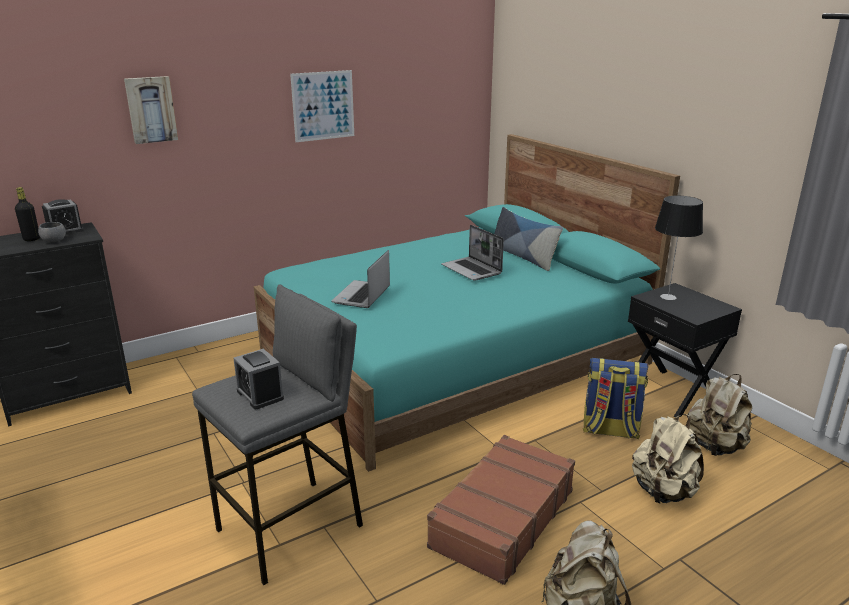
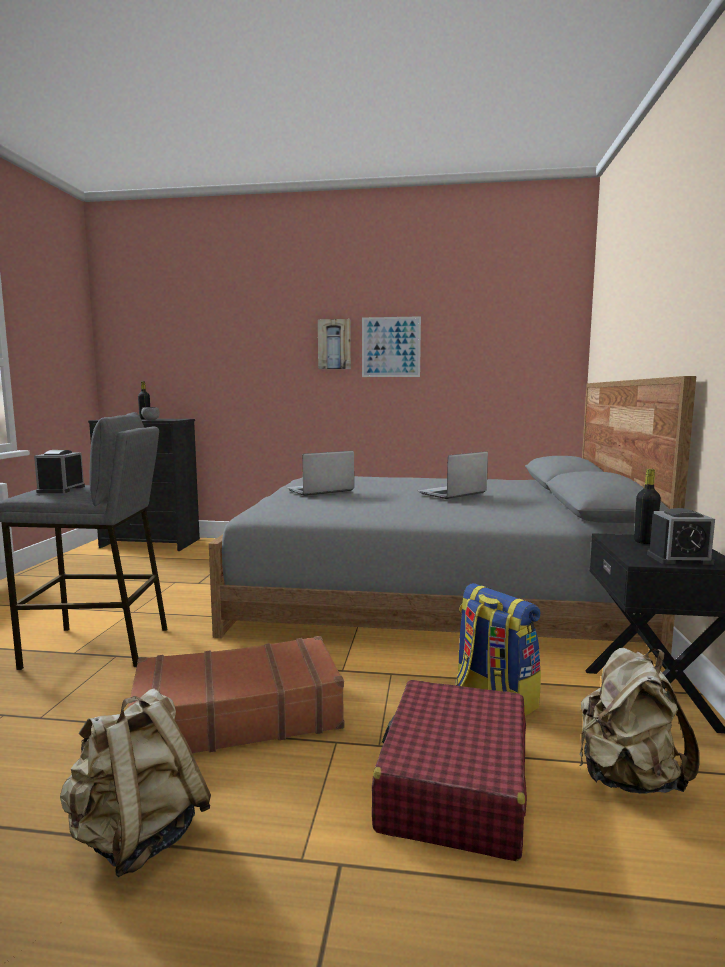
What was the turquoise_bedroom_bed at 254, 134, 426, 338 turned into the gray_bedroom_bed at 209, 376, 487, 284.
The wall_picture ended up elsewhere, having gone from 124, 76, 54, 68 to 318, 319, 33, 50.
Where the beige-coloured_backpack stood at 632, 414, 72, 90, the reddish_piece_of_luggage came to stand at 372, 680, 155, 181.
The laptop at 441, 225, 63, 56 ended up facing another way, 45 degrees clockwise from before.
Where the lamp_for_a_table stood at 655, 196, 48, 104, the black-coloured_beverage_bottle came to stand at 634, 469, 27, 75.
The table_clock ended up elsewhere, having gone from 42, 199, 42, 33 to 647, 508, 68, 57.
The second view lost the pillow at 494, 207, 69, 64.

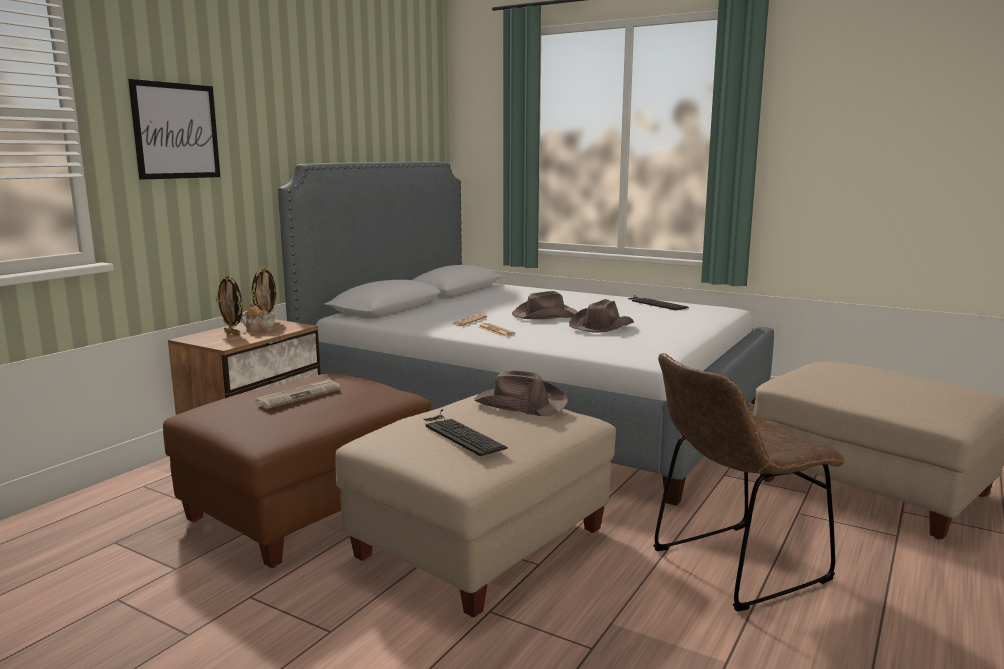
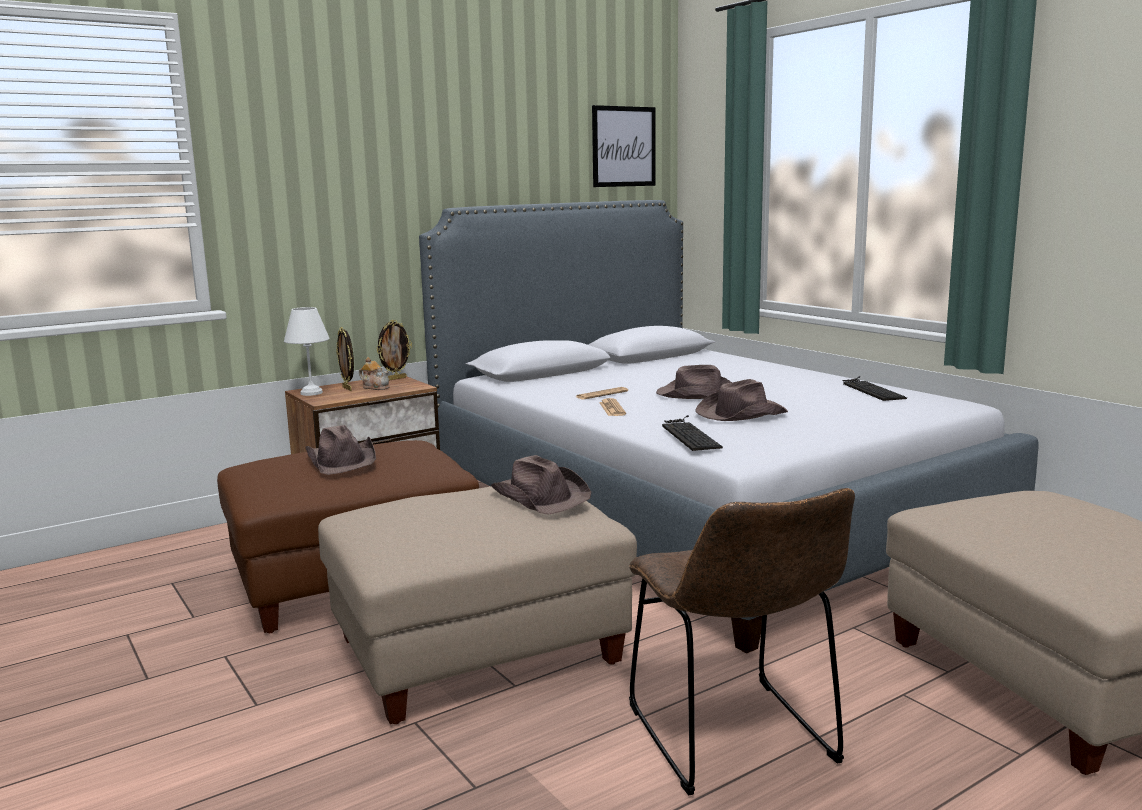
The second view gained the white-coloured_lamp_for_a_table at 284, 307, 46, 89.
Where the daily_paper stood at 255, 377, 86, 32, the brownish_wearable_hat came to stand at 305, 425, 71, 50.
The wall_picture ended up elsewhere, having gone from 128, 79, 92, 101 to 592, 105, 63, 82.
The brownish_chair at 653, 353, 192, 258 ended up facing another way, 105 degrees counterclockwise from before.
The computer_keyboard ended up elsewhere, having gone from 423, 409, 85, 47 to 662, 415, 61, 36.

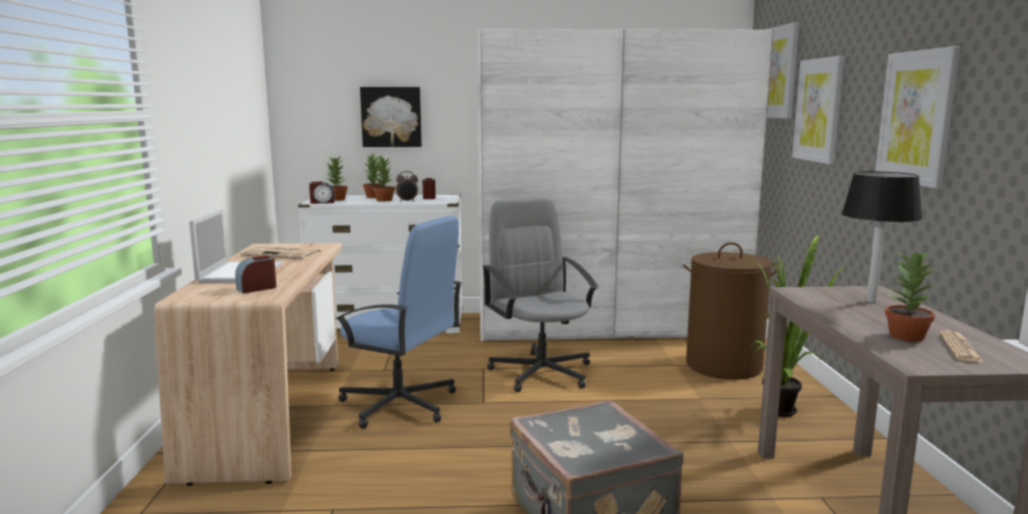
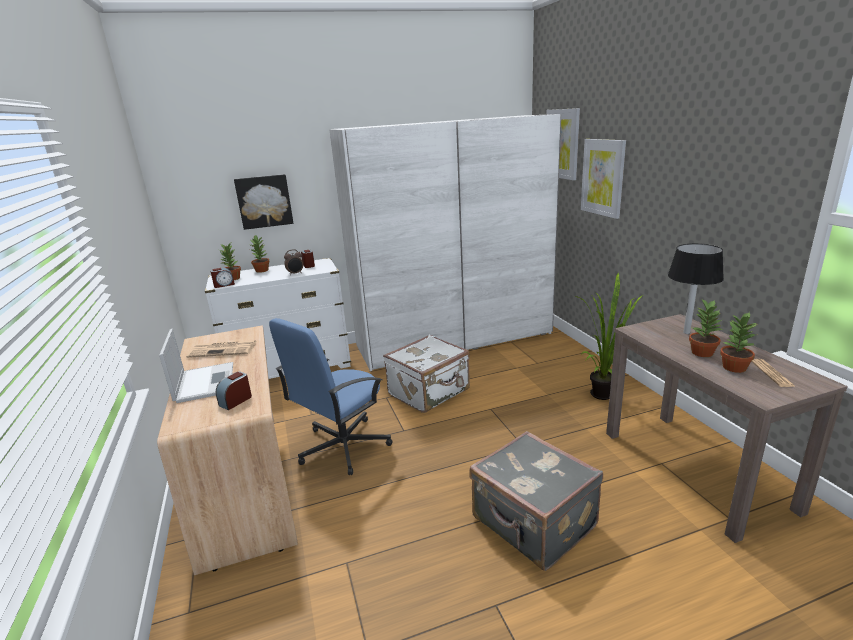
The blue_computer_chair at 336, 216, 126, 213 ended up facing another way, 120 degrees clockwise from before.
Where the gray_computer_chair stood at 482, 197, 117, 195, the white-coloured_piece_of_luggage came to stand at 383, 335, 87, 78.
The plant_in_a_pot ended up elsewhere, having gone from 373, 156, 22, 45 to 689, 300, 34, 57.
The second view lost the brownish_hamper at 683, 242, 96, 138.
The second view lost the wall_picture at 876, 46, 85, 142.

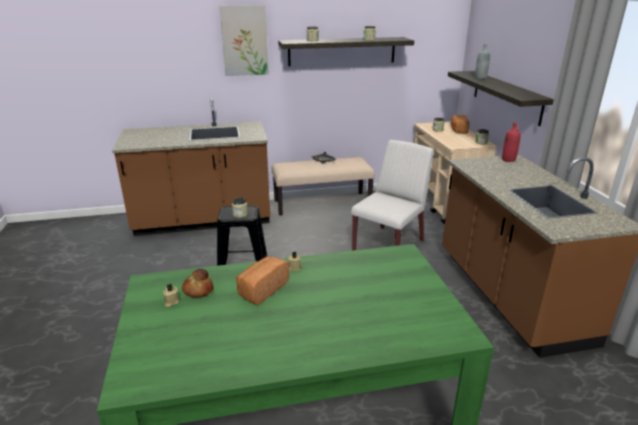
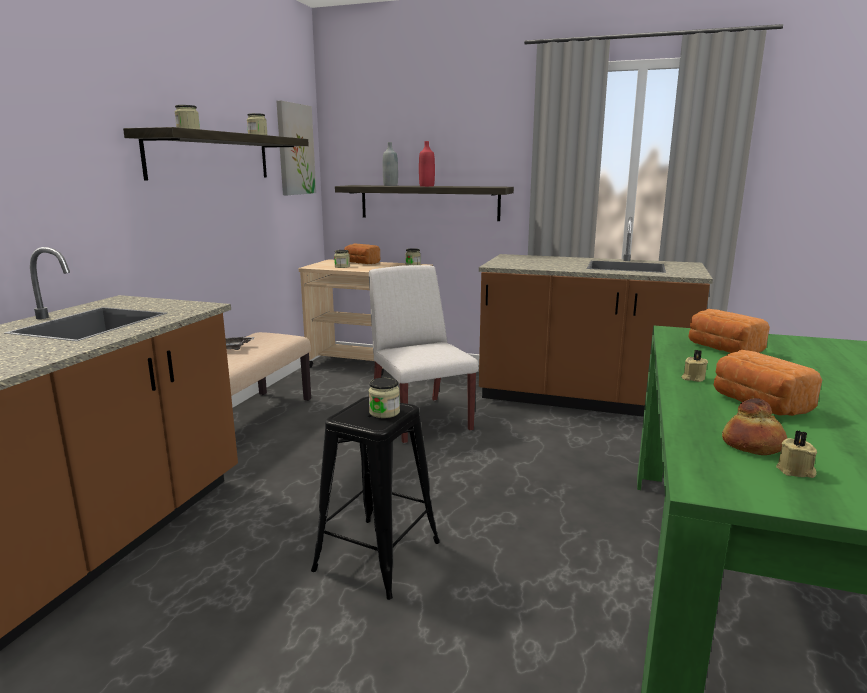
The wall_picture ended up elsewhere, having gone from 220, 5, 49, 71 to 276, 101, 40, 94.
The reddish_beverage_bottle ended up elsewhere, having gone from 502, 122, 19, 40 to 419, 141, 16, 46.
The second view gained the bread at 689, 309, 81, 44.

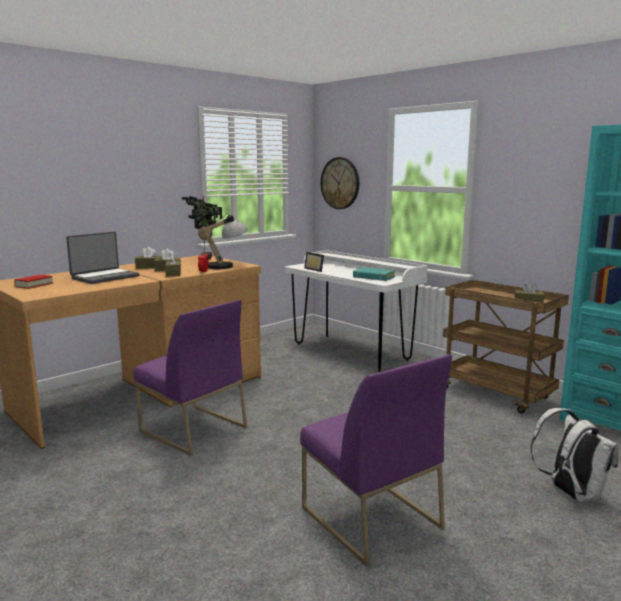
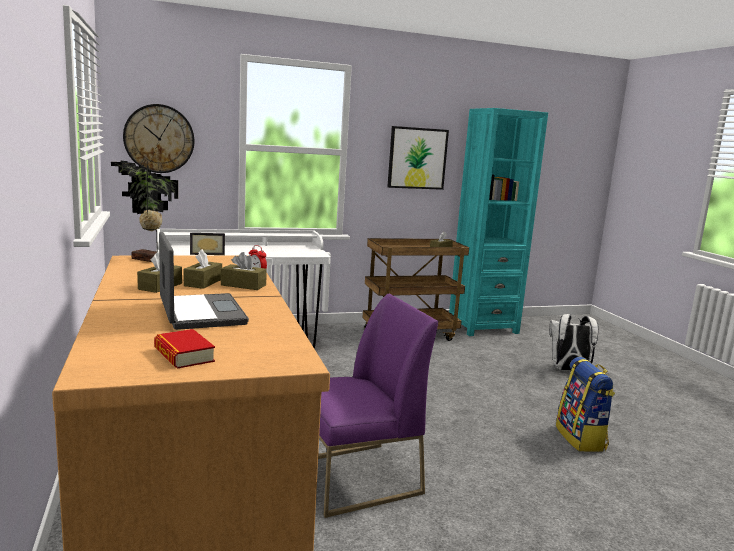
The second view gained the wall_picture at 387, 126, 62, 64.
Where the purple-coloured_chair stood at 300, 354, 152, 213, the backpack came to stand at 556, 357, 59, 95.
The second view lost the lamp_for_a_table at 201, 213, 47, 56.
The second view lost the turquoise_book at 353, 267, 42, 14.

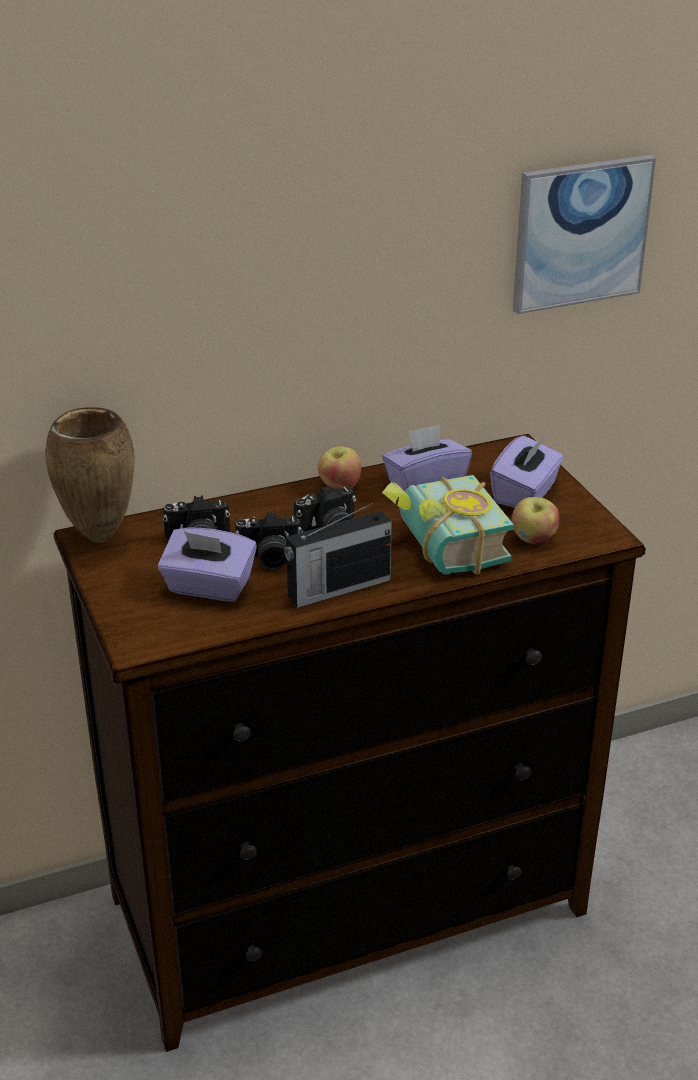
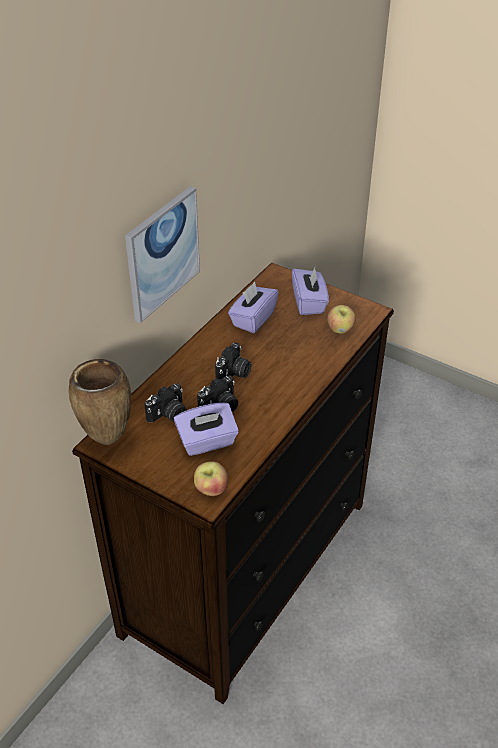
The wall_picture ended up elsewhere, having gone from 513, 155, 143, 159 to 125, 186, 75, 137.
The apple_fruit ended up elsewhere, having gone from 317, 446, 44, 44 to 194, 461, 34, 35.
The second view lost the radio_set at 284, 502, 108, 106.
The second view lost the book at 382, 475, 132, 100.

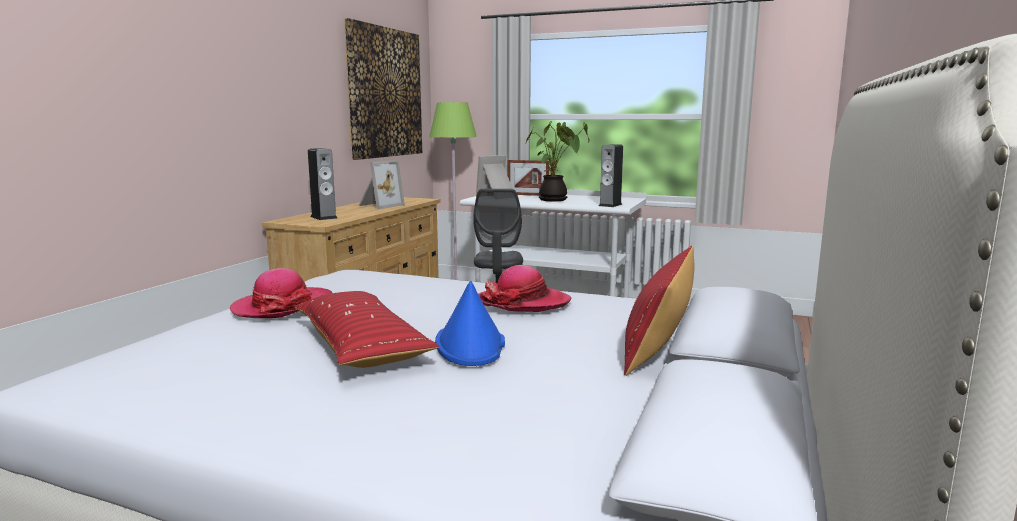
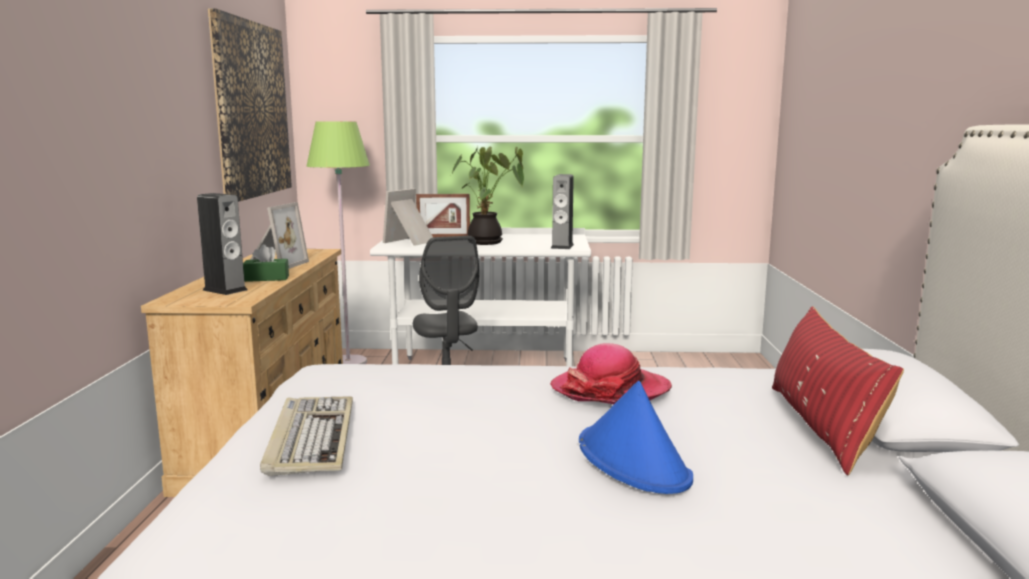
The second view gained the green_box_of_tissues at 243, 244, 46, 38.
Where the wearable_hat stood at 230, 268, 103, 50, the computer_keyboard came to stand at 260, 397, 93, 79.
The second view lost the reddish_pillow at 295, 291, 144, 77.

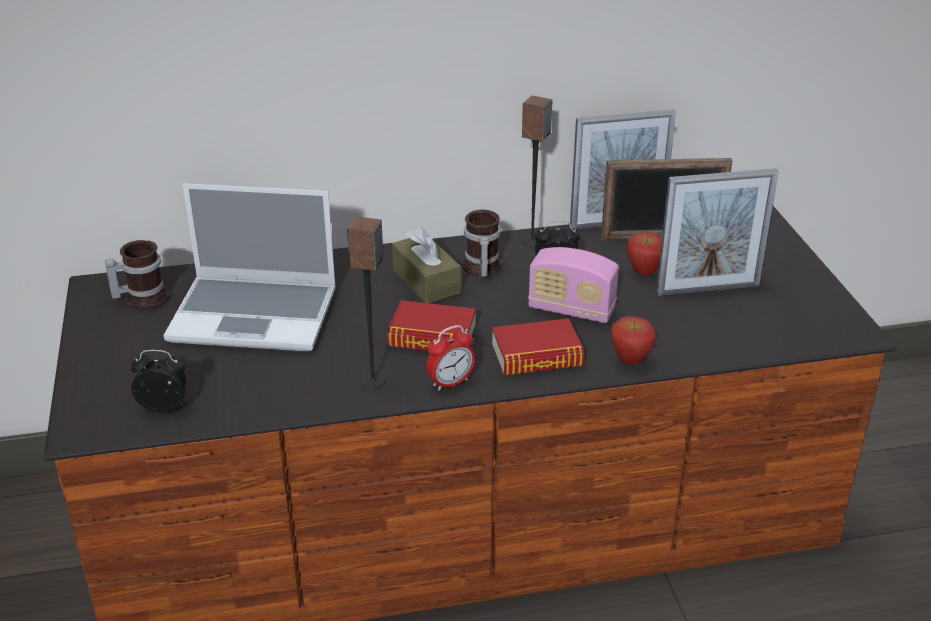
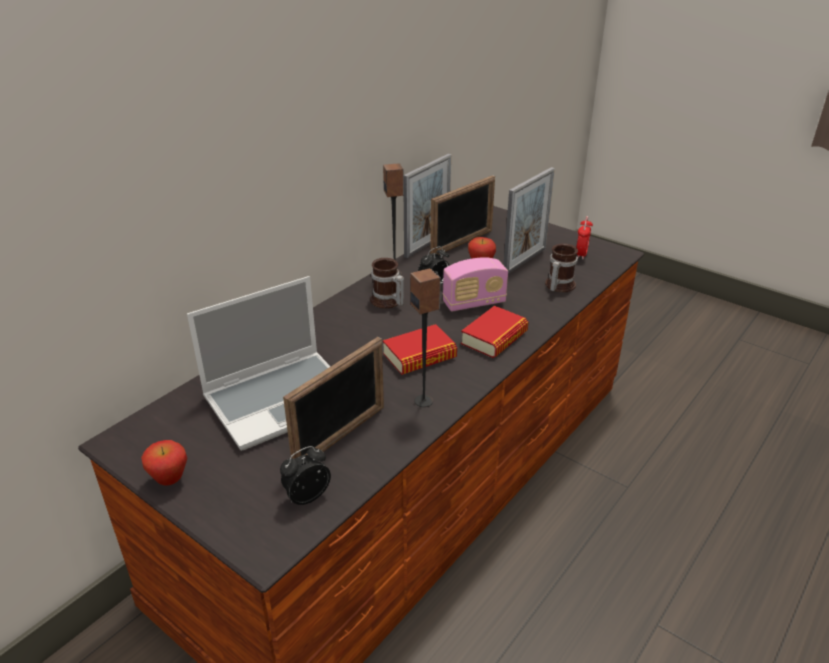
The apple_fruit ended up elsewhere, having gone from 610, 316, 46, 49 to 141, 440, 46, 46.
The second view gained the standing_frame at 283, 337, 101, 122.
The coffee_mug ended up elsewhere, having gone from 105, 240, 64, 69 to 545, 243, 33, 50.
The table_clock ended up elsewhere, having gone from 426, 325, 50, 66 to 576, 216, 17, 44.
The second view lost the brownish_box_of_tissues at 392, 227, 69, 76.

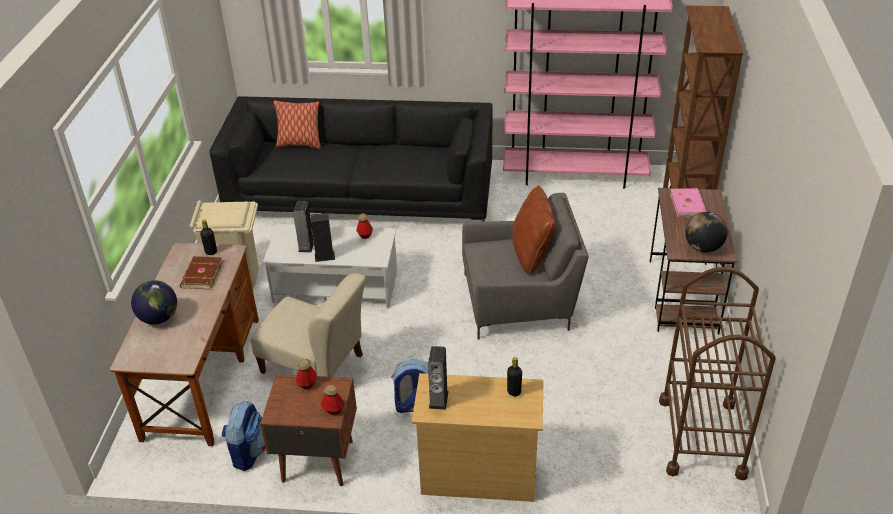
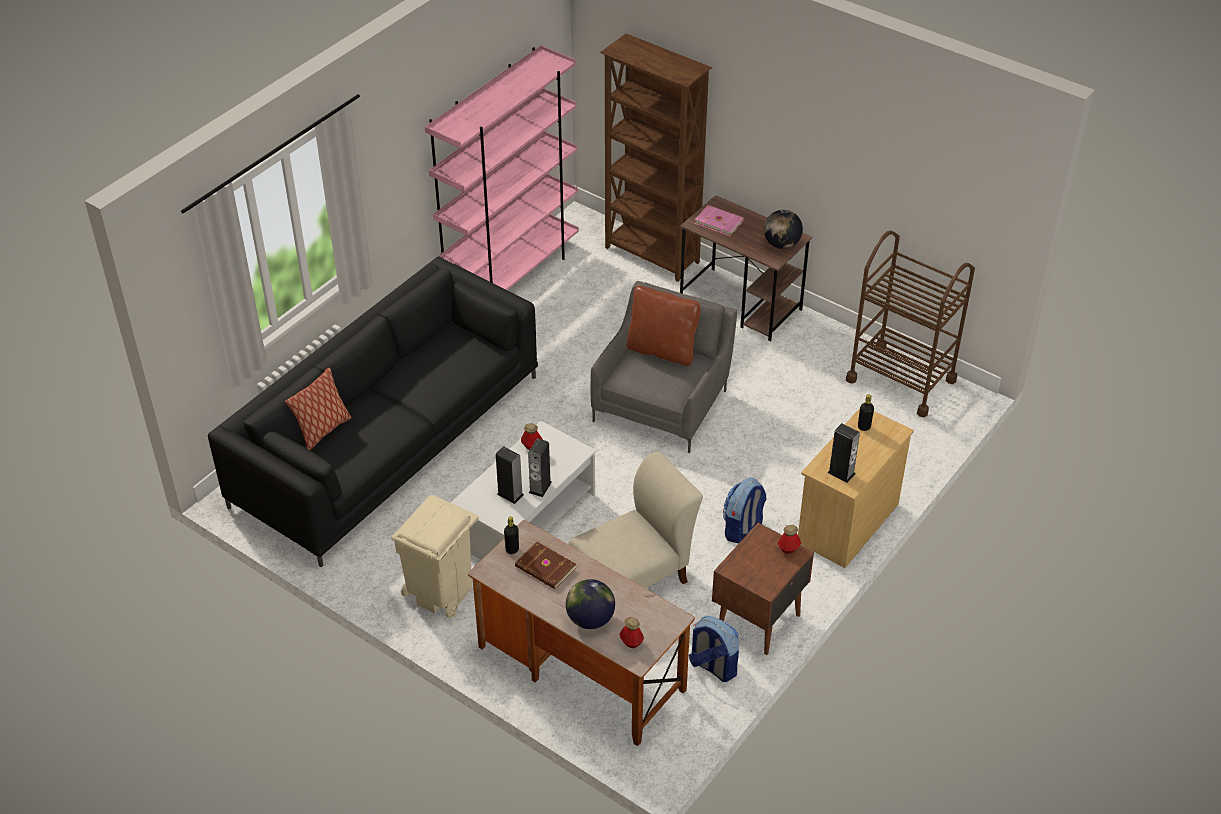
The beverage_bottle ended up elsewhere, having gone from 296, 359, 21, 30 to 620, 617, 24, 31.

